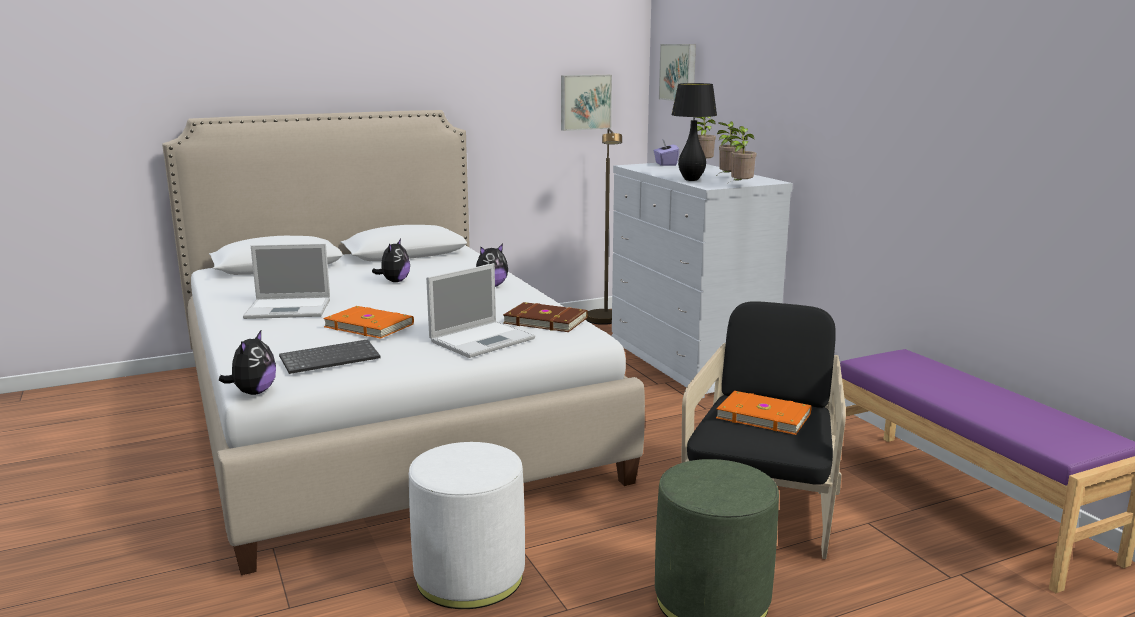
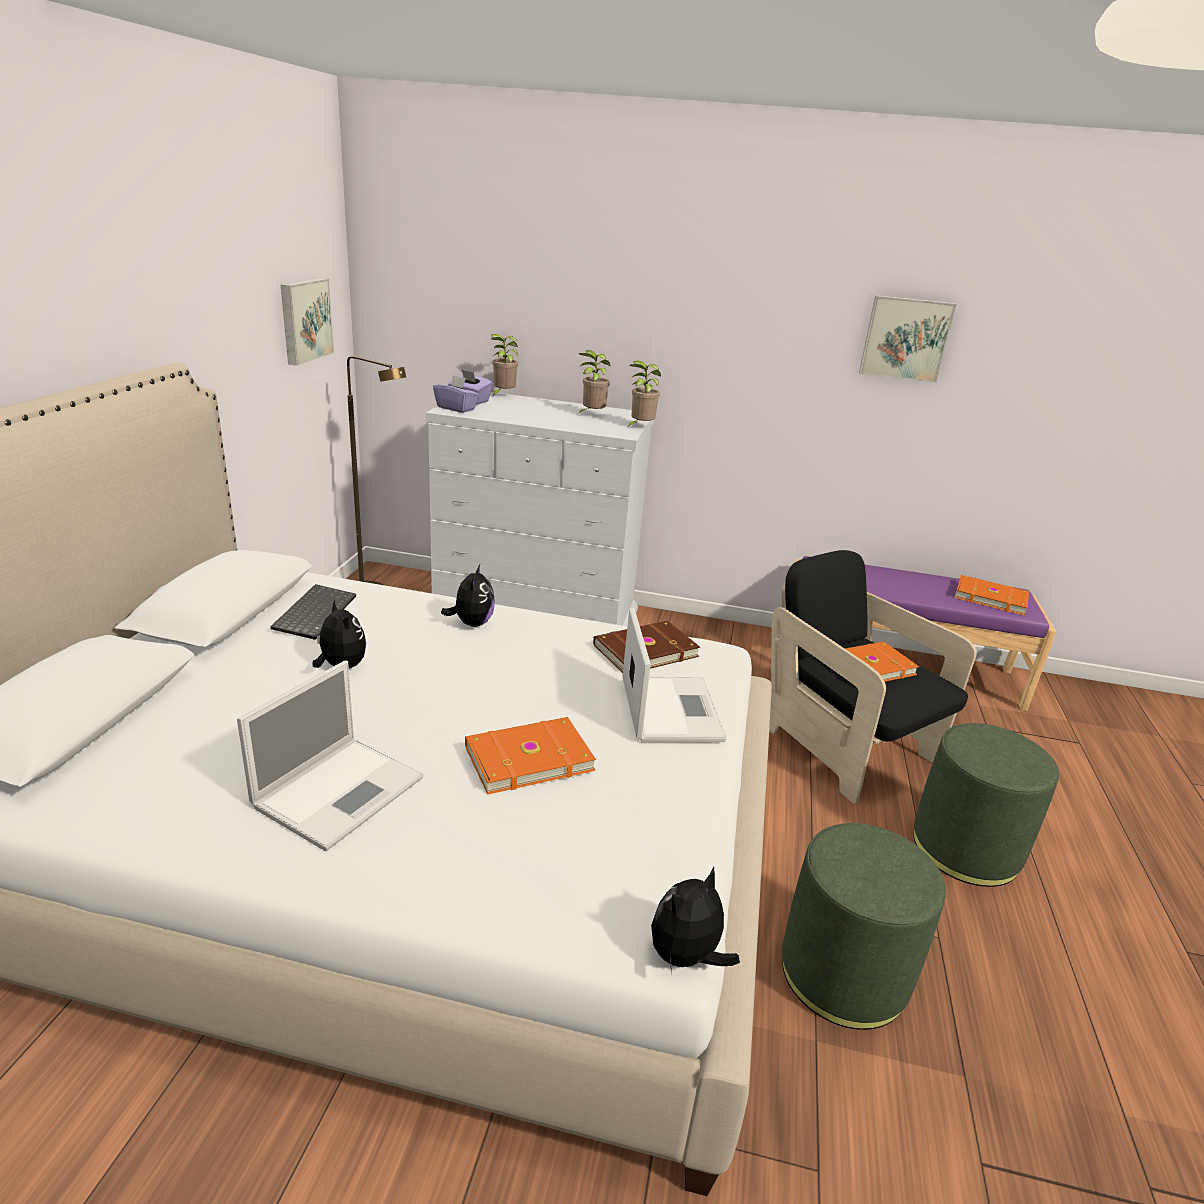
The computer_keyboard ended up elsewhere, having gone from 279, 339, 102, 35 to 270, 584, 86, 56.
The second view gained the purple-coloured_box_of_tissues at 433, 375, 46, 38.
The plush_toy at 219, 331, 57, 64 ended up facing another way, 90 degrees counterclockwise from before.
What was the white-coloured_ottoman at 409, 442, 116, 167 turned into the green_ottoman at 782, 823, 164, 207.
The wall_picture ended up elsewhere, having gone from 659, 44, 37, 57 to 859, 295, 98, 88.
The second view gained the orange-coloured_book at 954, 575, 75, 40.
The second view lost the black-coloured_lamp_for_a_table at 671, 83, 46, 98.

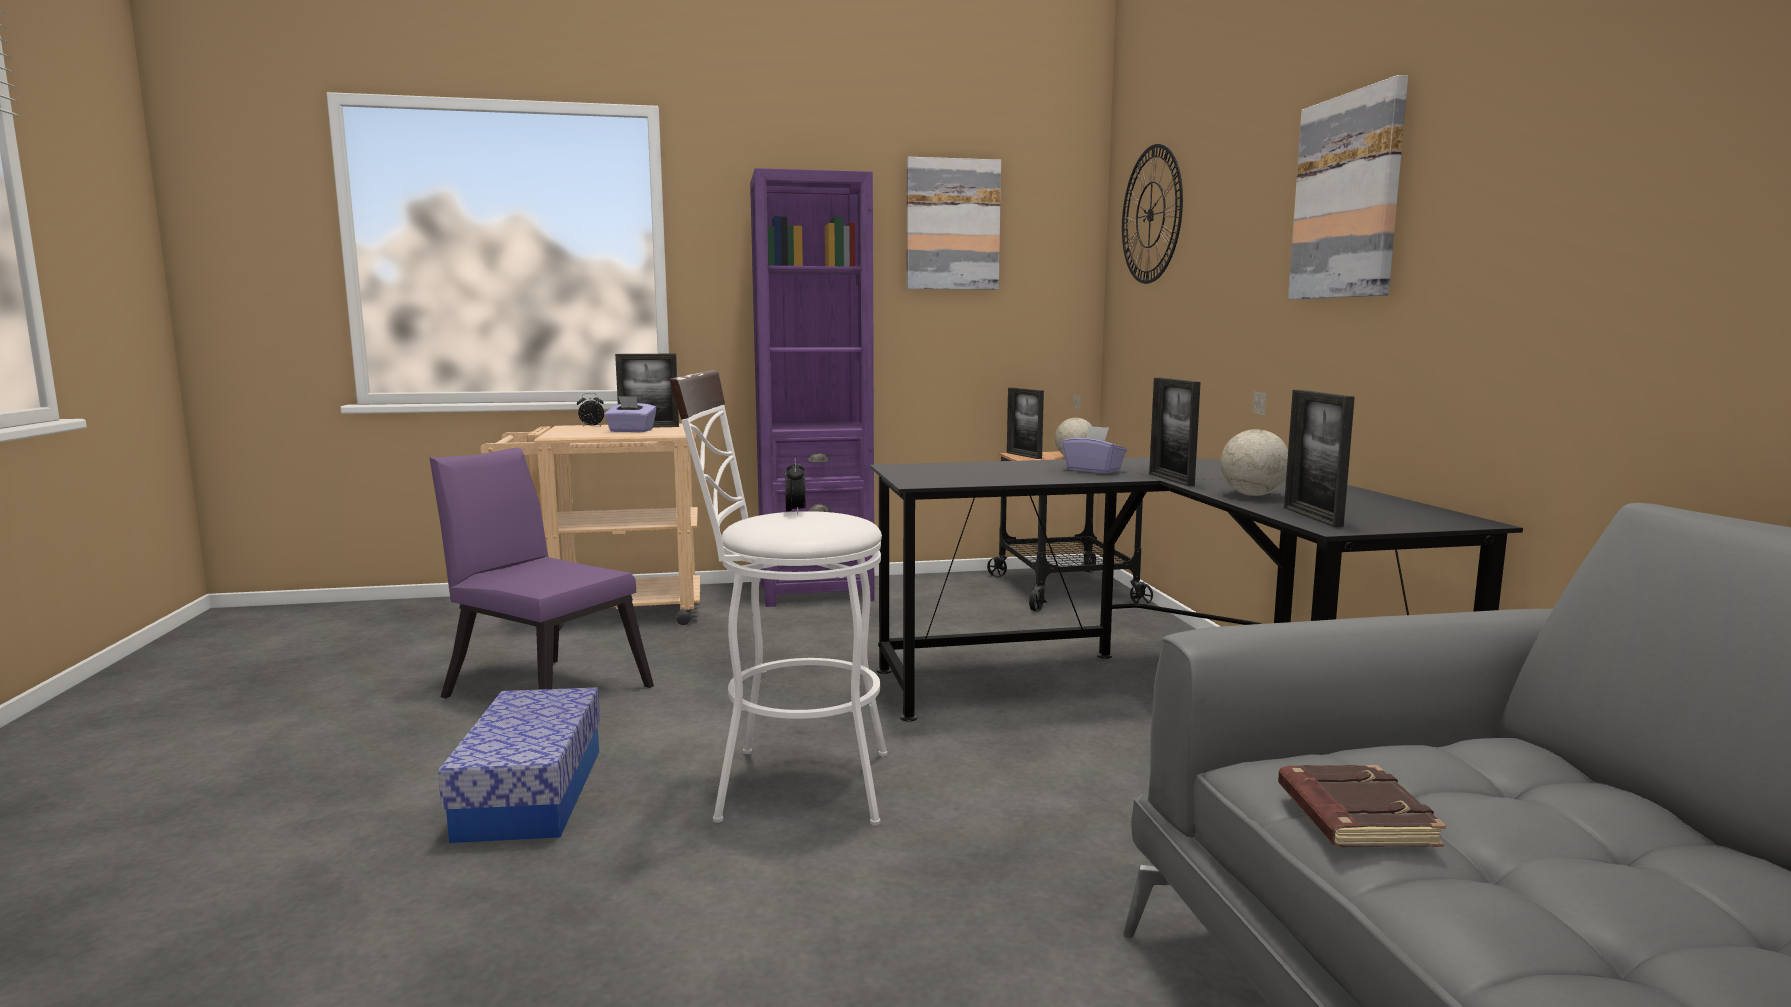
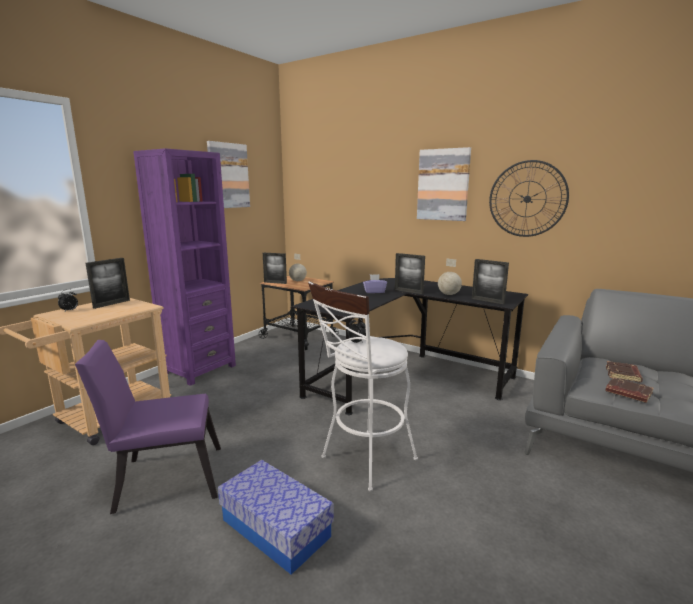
The wall_clock ended up elsewhere, having gone from 1122, 144, 61, 140 to 489, 160, 80, 77.
The second view gained the brownish_book at 606, 361, 37, 21.
The second view lost the purple-coloured_box_of_tissues at 604, 396, 52, 36.

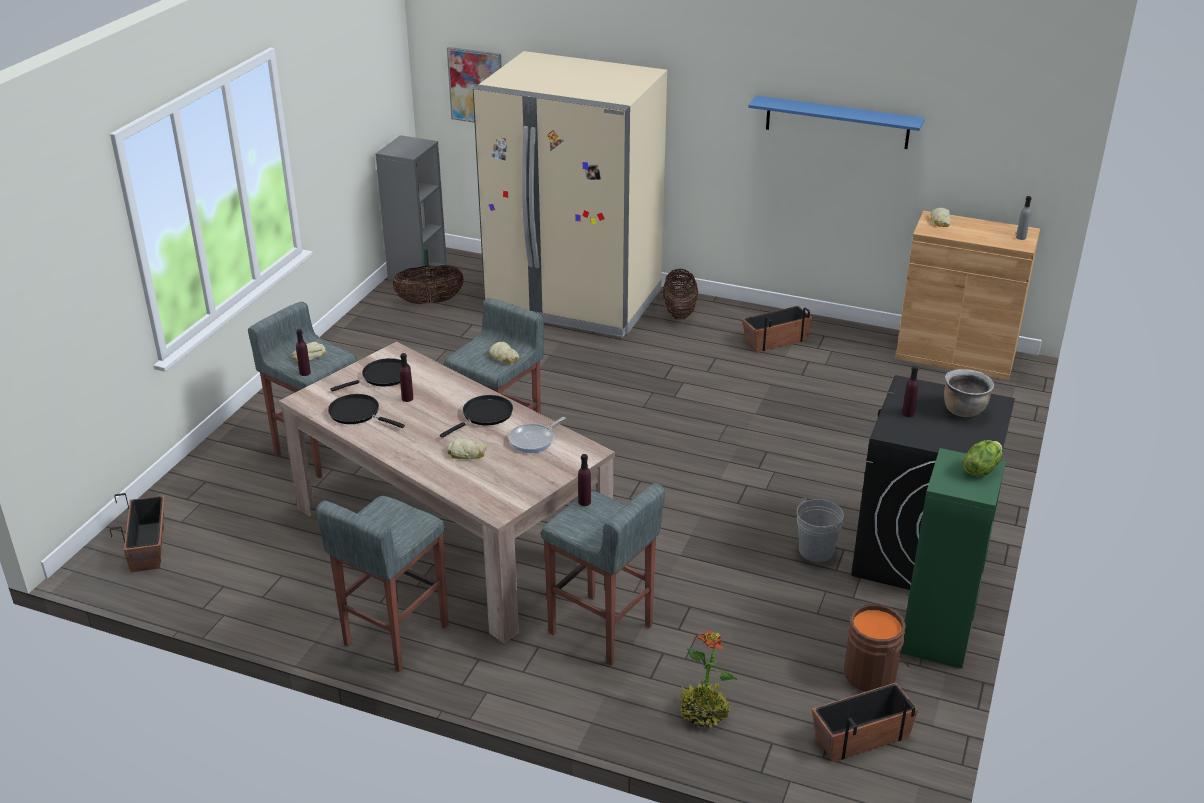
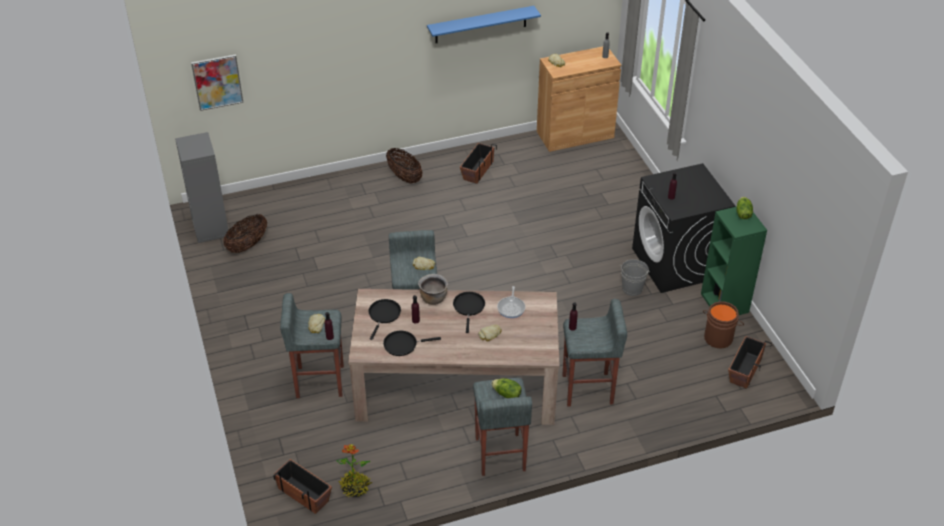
The plant_in_a_pot ended up elsewhere, having gone from 679, 630, 58, 98 to 336, 444, 36, 53.
The brownish_stockpot ended up elsewhere, having gone from 944, 369, 50, 48 to 418, 274, 30, 31.
The second view gained the head_of_lettuce at 491, 378, 30, 20.
The second view lost the beige-coloured_refrigerator at 473, 51, 194, 287.

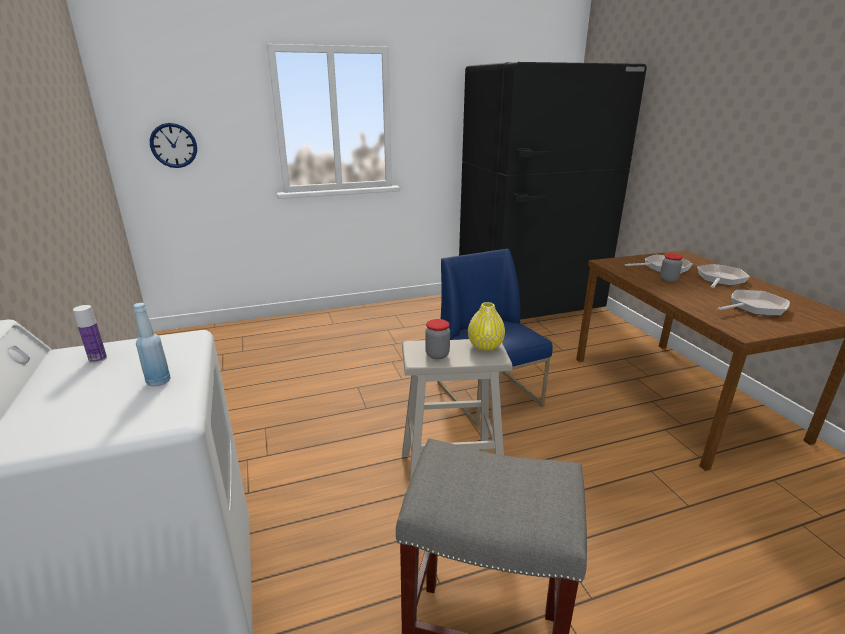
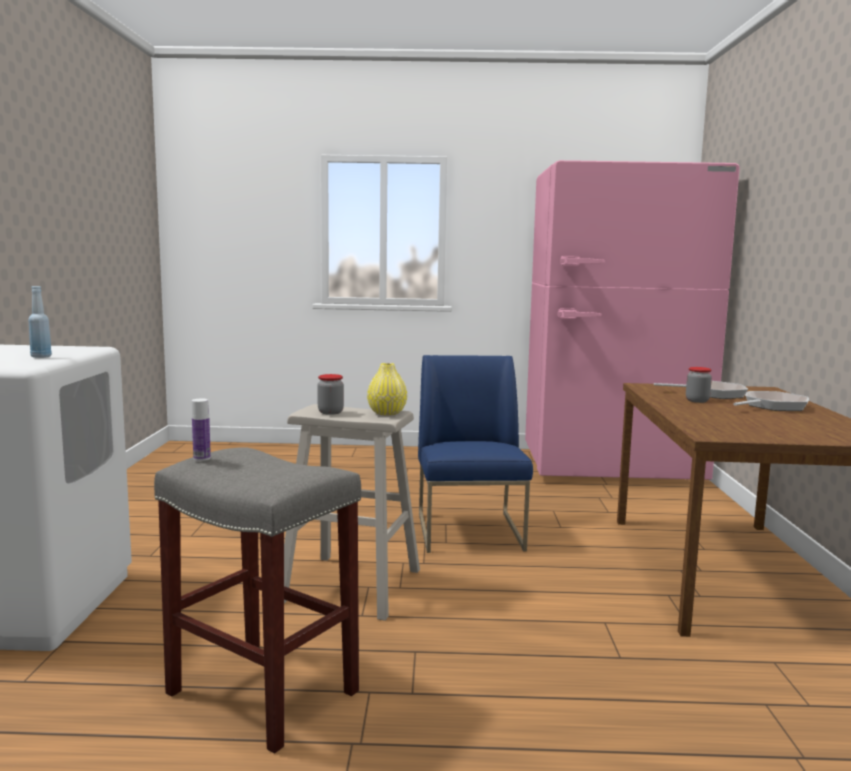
The beverage_bottle ended up elsewhere, having gone from 73, 305, 34, 58 to 192, 399, 19, 62.
What was the black-coloured_refrigerator at 459, 62, 188, 258 turned into the pink-coloured_refrigerator at 525, 160, 215, 320.
The second view lost the wall_clock at 150, 123, 47, 45.
The second view lost the pan at 717, 290, 73, 26.

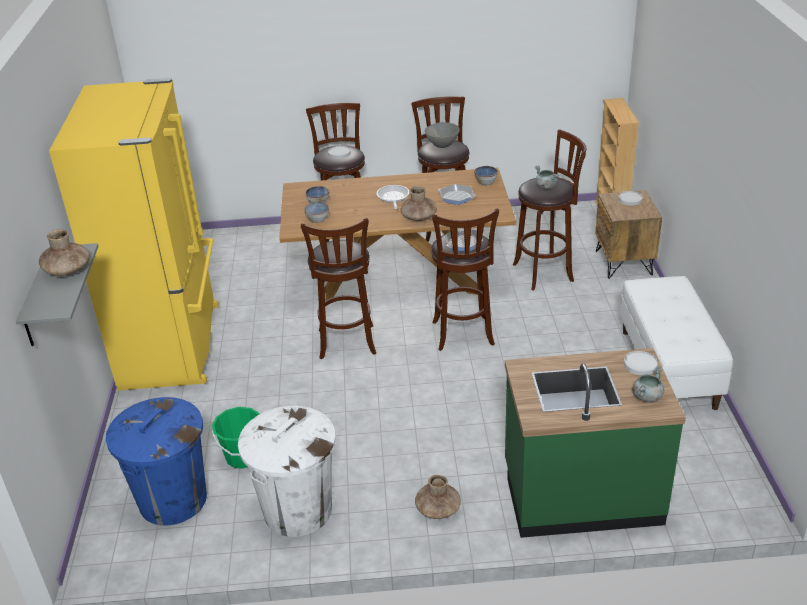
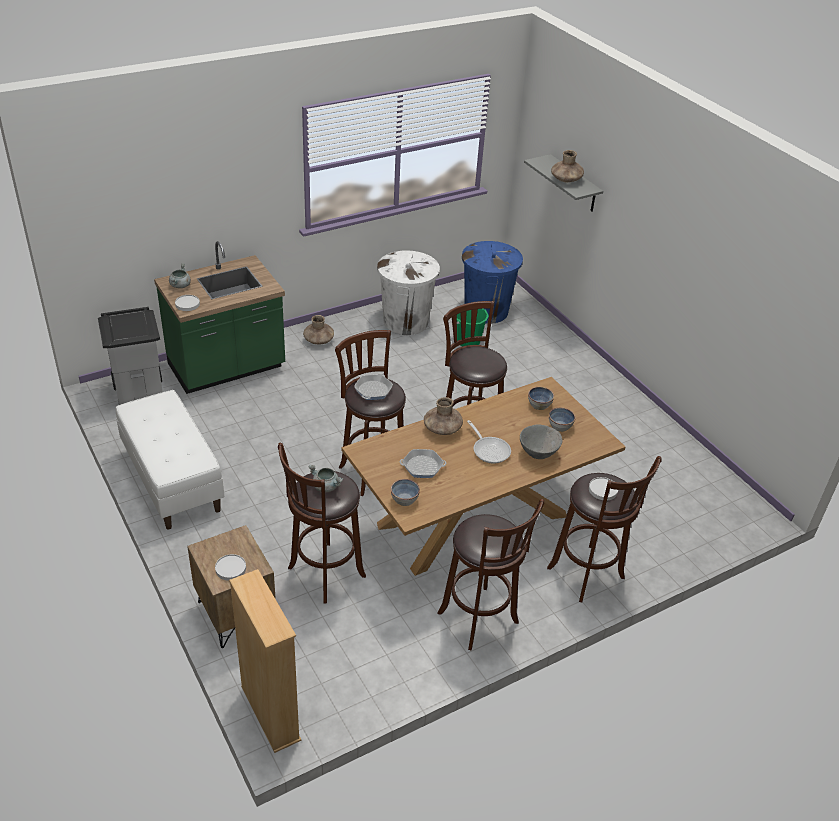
The second view gained the gray_trash_can at 98, 307, 65, 98.
The gray_deep_dish ended up elsewhere, having gone from 425, 122, 35, 26 to 520, 424, 42, 35.
The second view lost the yellow_refrigerator at 49, 78, 170, 312.

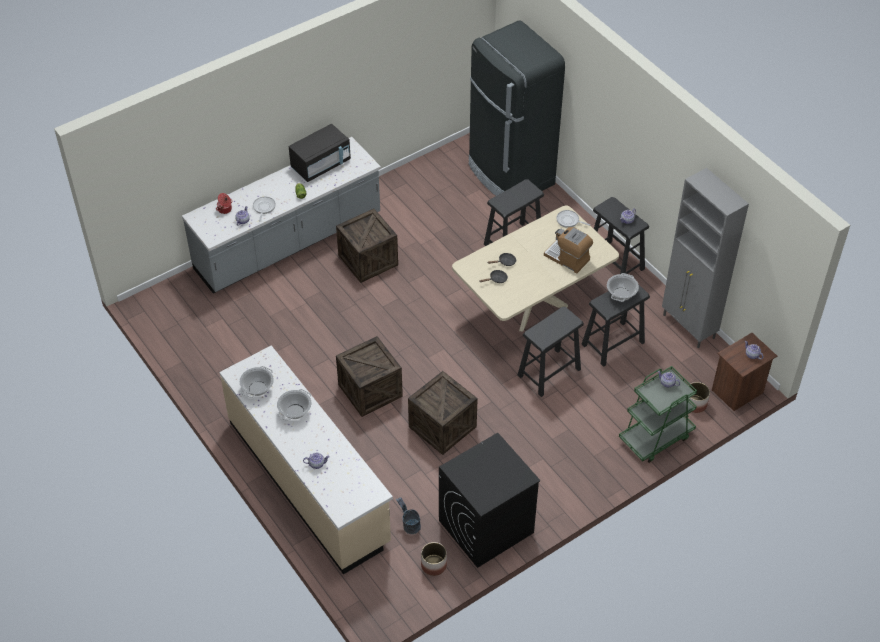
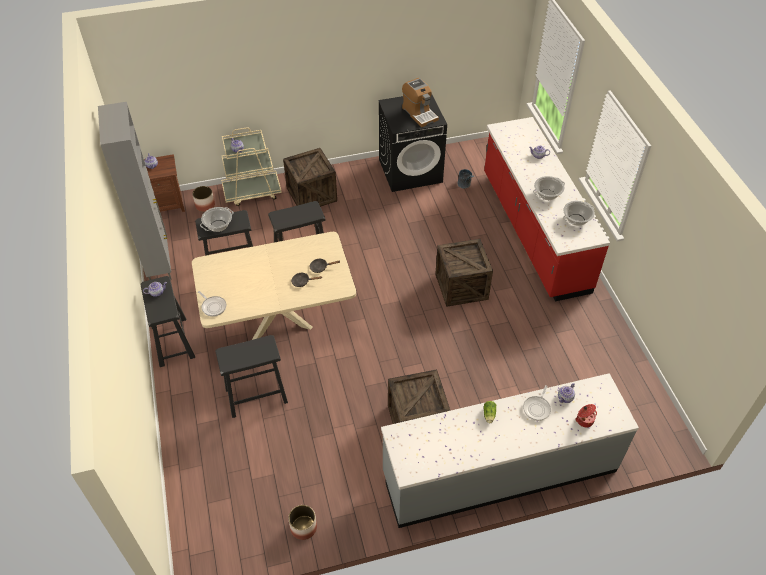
What was the green_cart at 619, 366, 78, 97 turned into the beige-coloured_cart at 221, 127, 61, 79.
The shipping_crate ended up elsewhere, having gone from 408, 371, 70, 84 to 283, 148, 54, 59.
The plant_pot ended up elsewhere, having gone from 421, 542, 26, 34 to 288, 505, 29, 35.
The coffee_machine ended up elsewhere, having gone from 544, 227, 49, 47 to 402, 78, 37, 49.
What was the beige-coloured_kitchen_counter at 219, 345, 174, 229 turned into the reddish_kitchen_counter at 484, 117, 126, 185.
The second view lost the black-coloured_kitchen_microwave at 289, 124, 62, 58.
The second view lost the black-coloured_refrigerator at 469, 20, 96, 176.

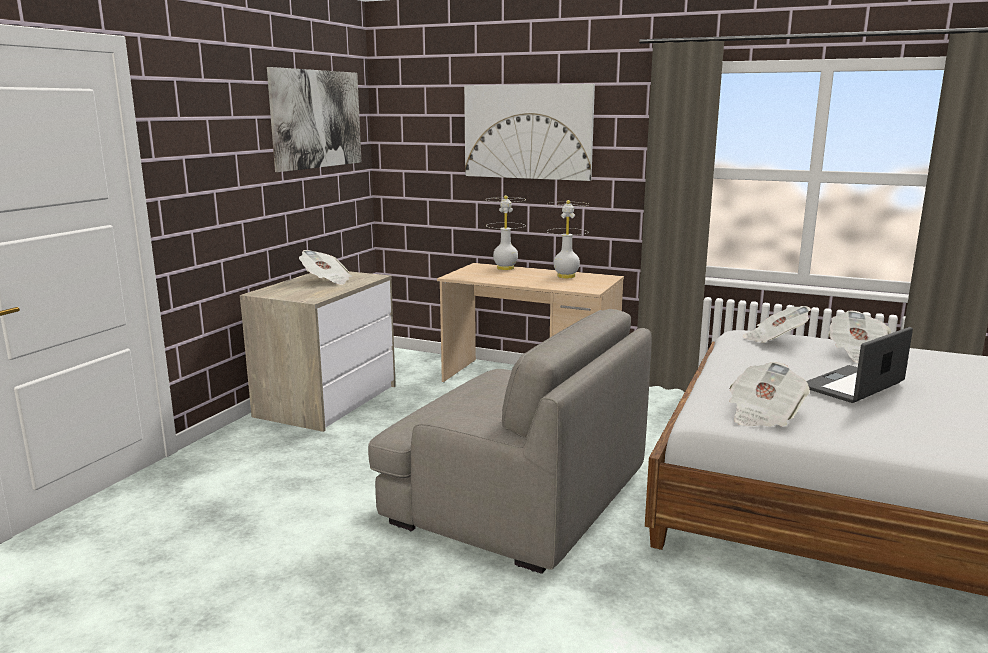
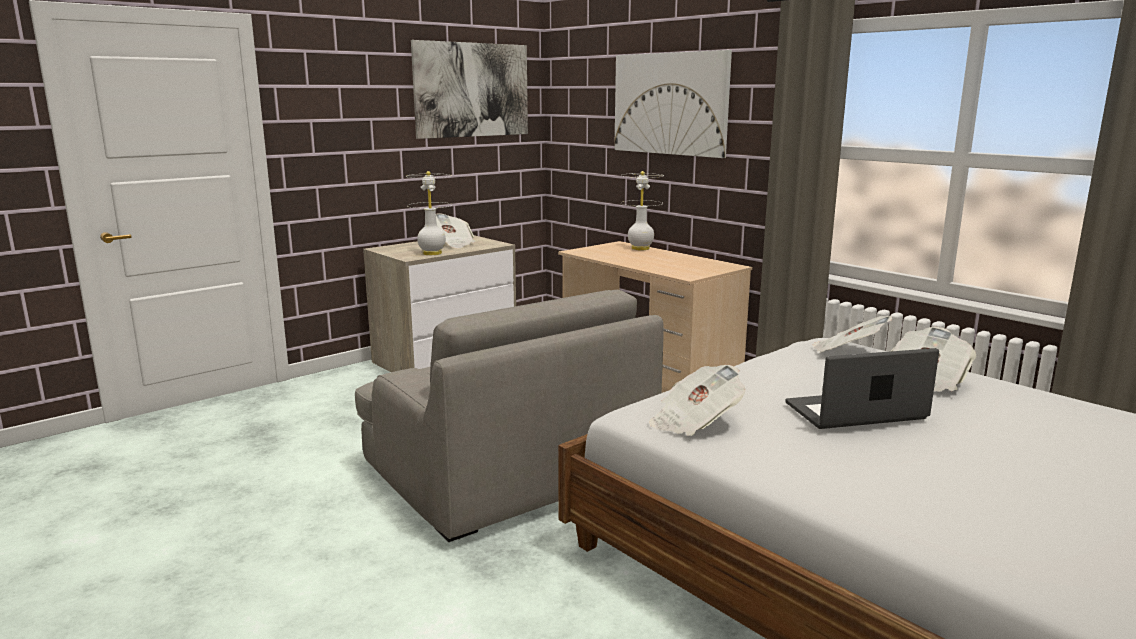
The white-coloured_lamp_for_a_table ended up elsewhere, having gone from 547, 200, 43, 78 to 405, 171, 47, 84.

